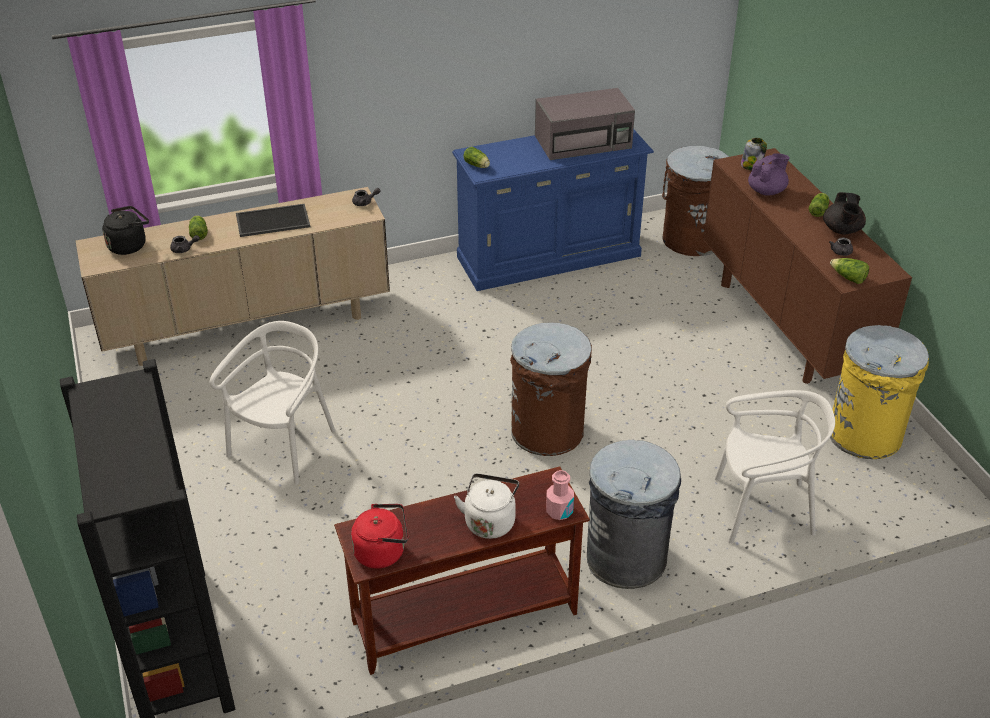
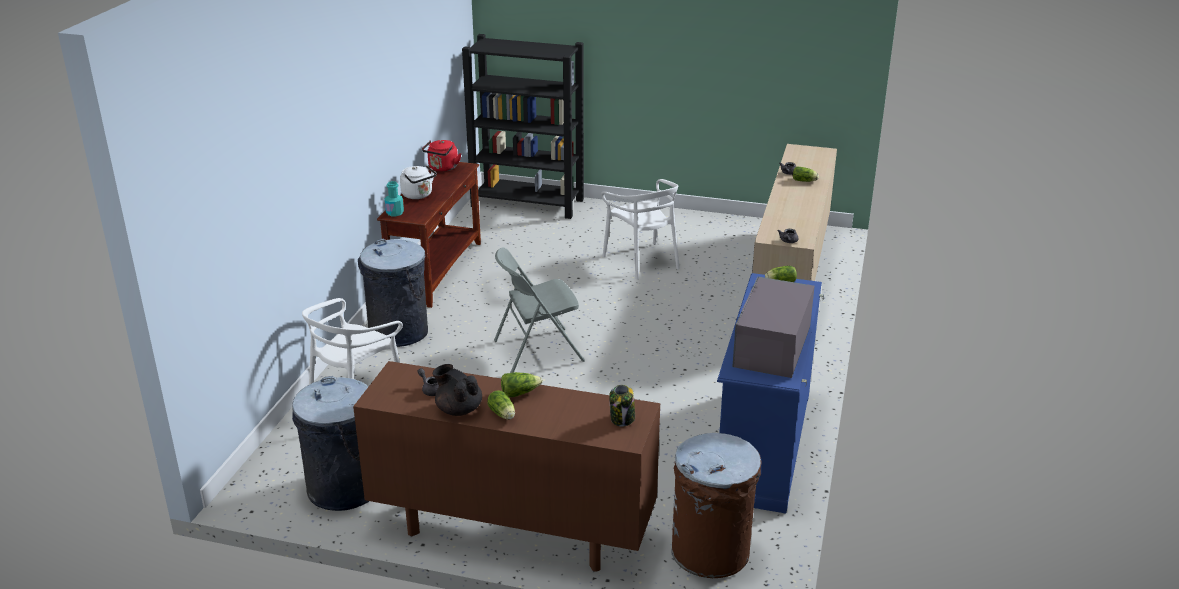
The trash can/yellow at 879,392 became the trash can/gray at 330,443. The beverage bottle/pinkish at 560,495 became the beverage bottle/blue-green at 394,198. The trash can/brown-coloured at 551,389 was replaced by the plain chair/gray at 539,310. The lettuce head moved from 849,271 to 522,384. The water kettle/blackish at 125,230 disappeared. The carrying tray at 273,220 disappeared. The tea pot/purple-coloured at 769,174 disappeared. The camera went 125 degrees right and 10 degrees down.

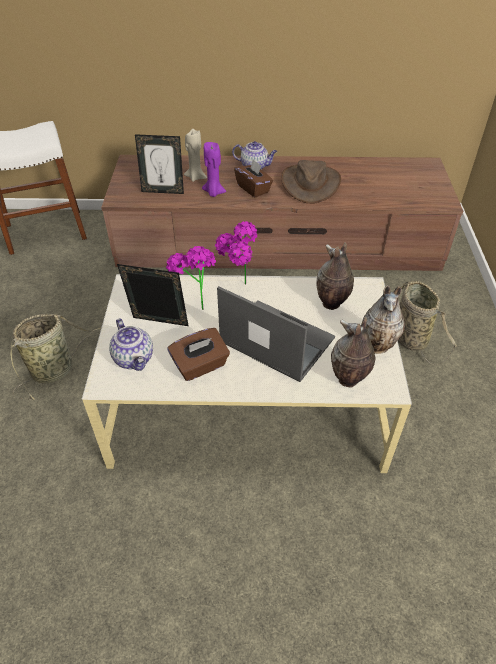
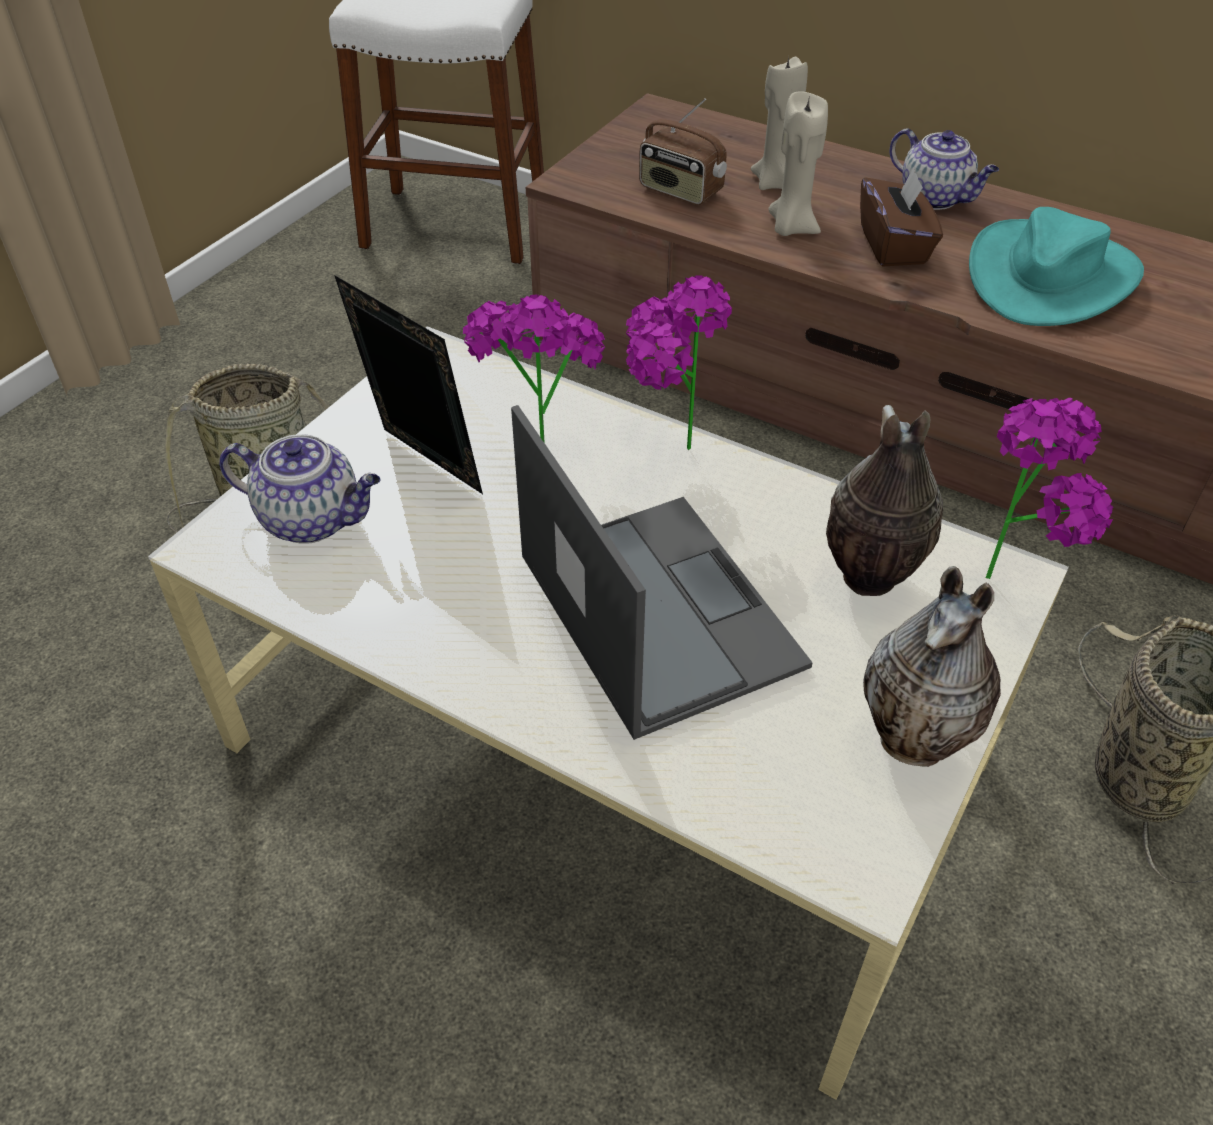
The tea pot at 131,344 turned 75 degrees counterclockwise. The standing frame at 159,164 was replaced by the radio at 683,151. The candle/purple-coloured at 214,169 became the candle/beige-coloured at 798,163. The hat/brown-coloured at 311,182 became the hat/blue-green at 1056,266. The plant in a pot at 1049,488 appeared. The tissue box/brown-coloured at 199,354 disappeared. The flower vase at 353,352 disappeared. The camera went 30 degrees right and 0 degrees up.

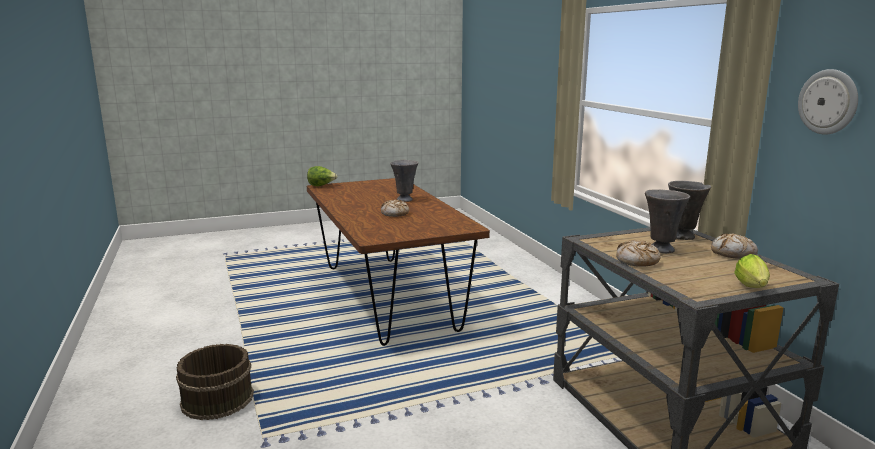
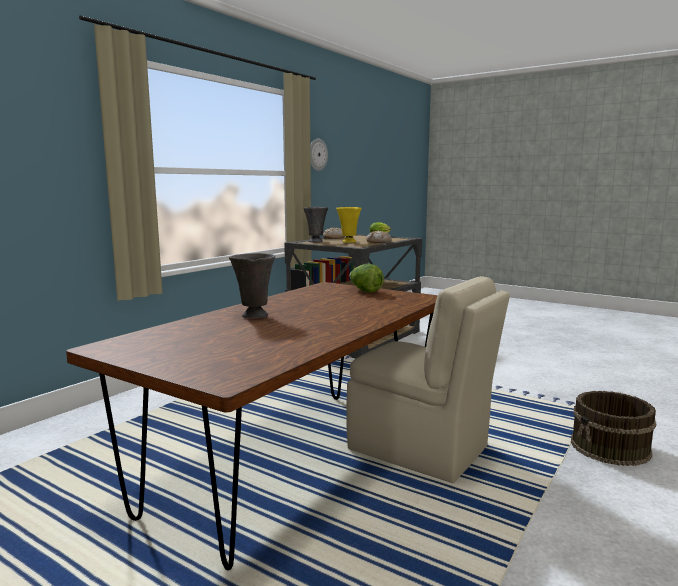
The flower vase/gray at 667,221 became the flower vase/yellow at 349,225. The plain chair/beige-coloured at 428,379 appeared. The lettuce head moved from 322,176 to 366,278. The baked bread at 395,208 disappeared. The camera went 125 degrees left and 5 degrees down.

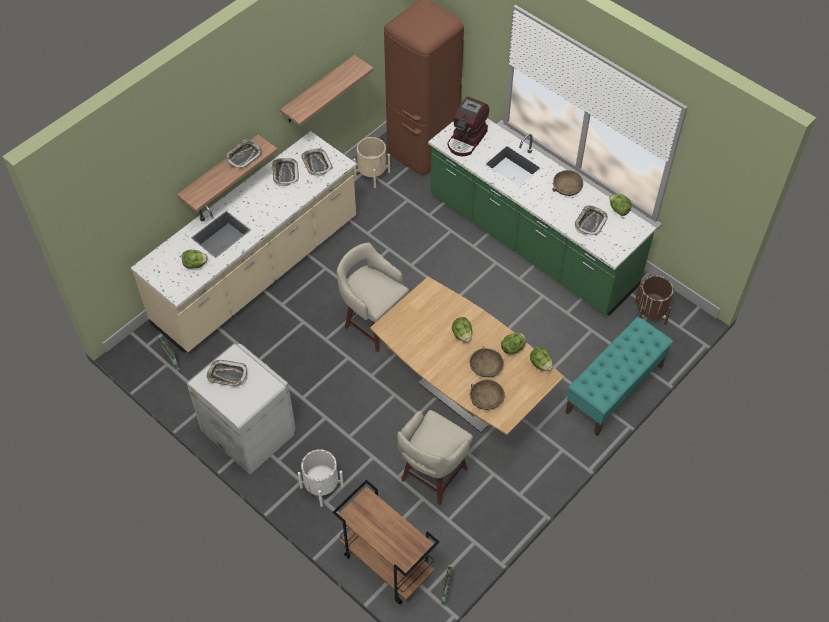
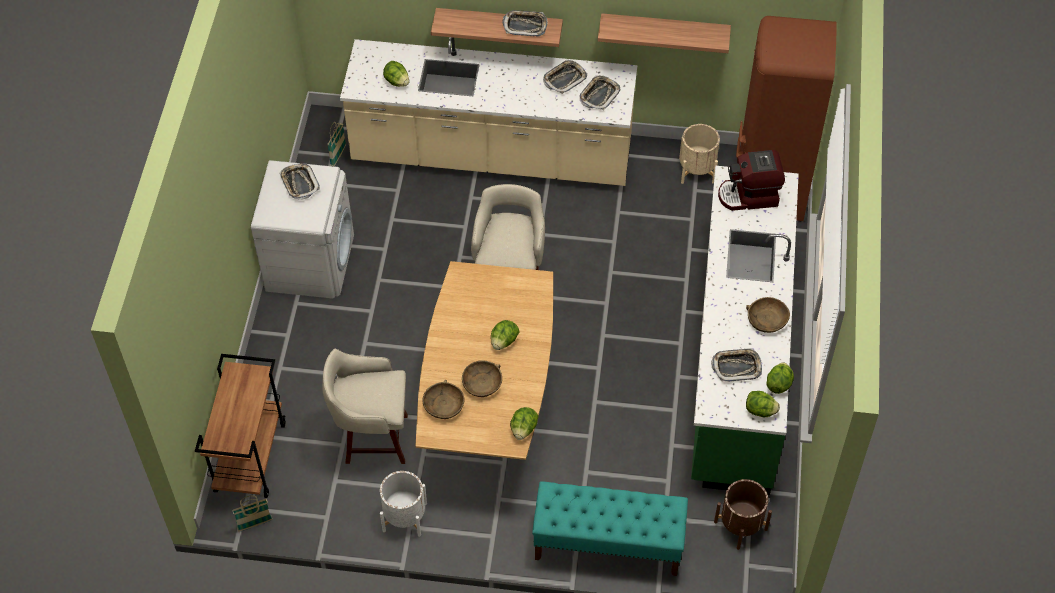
The plant pot/whitish moved from 321,478 to 403,504. The lettuce head moved from 513,343 to 763,404. The camera went 55 degrees right and 0 degrees up.

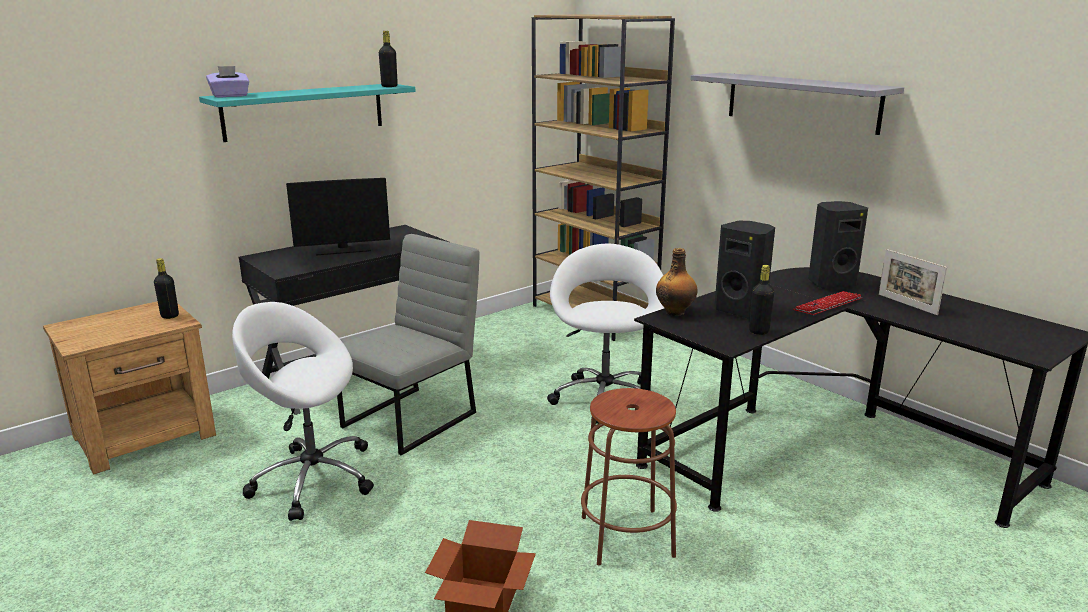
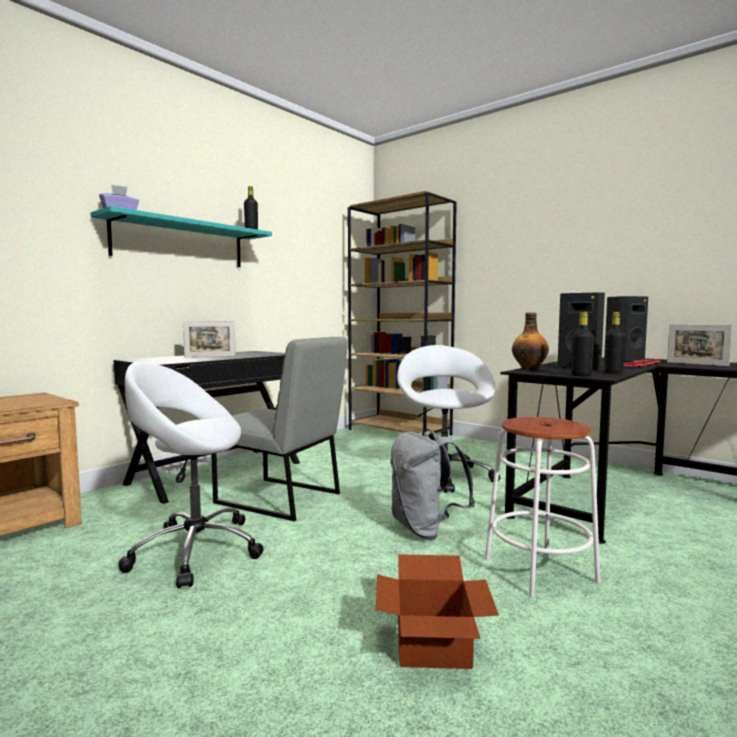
The computer display at 338,216 was replaced by the standing frame at 209,339. The plain chair/gray at 408,344 turned 90 degrees clockwise. The knapsack/gray at 432,484 appeared. The stool/brown-coloured at 629,477 became the stool/whitish at 542,507. The beverage bottle/blackish moved from 166,288 to 582,344. The bracket shelf/gray at 797,104 disappeared. The camera went 10 degrees left and 15 degrees down.

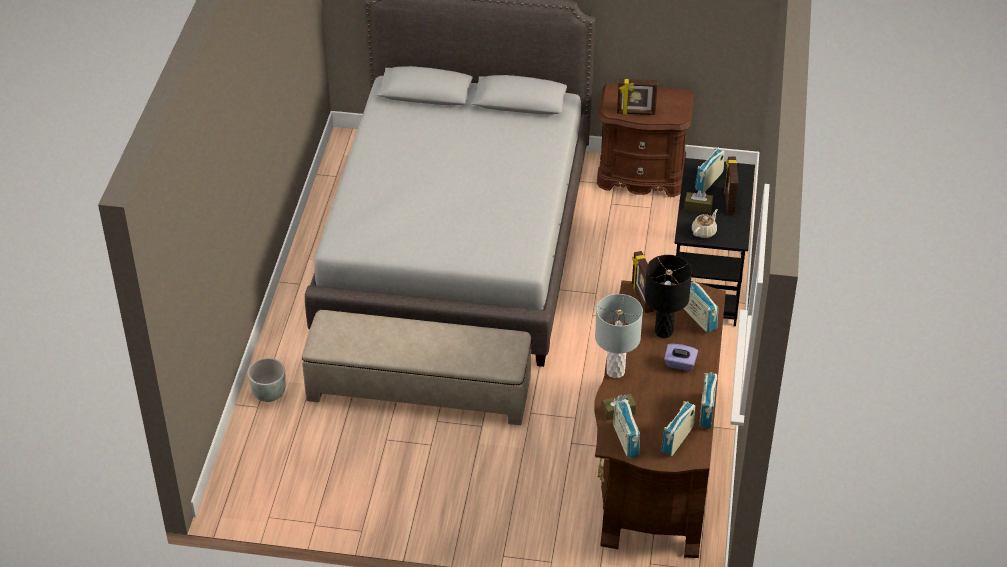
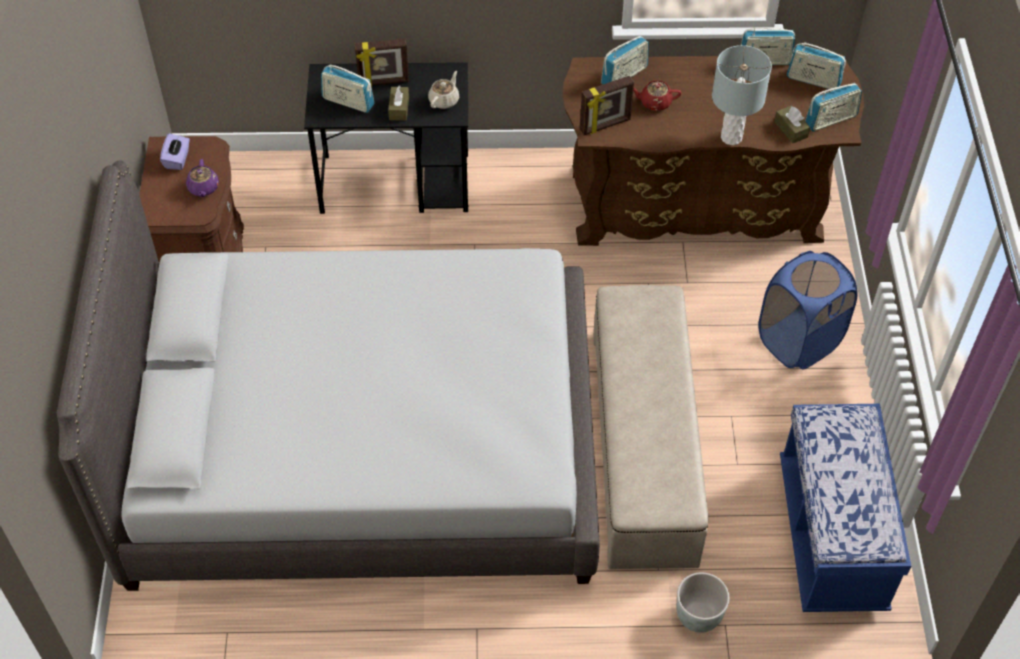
The tissue box/purple-coloured moved from 681,357 to 175,151. The standing frame at 637,97 was replaced by the tea pot/purple-coloured at 202,178. The tea pot/beige-coloured at 705,223 turned 90 degrees clockwise. The lamp for a table/blackish at 668,296 was replaced by the tea pot/red-coloured at 657,95. The hamper/bluish at 808,310 appeared. The bench/bluish at 845,508 appeared. The camera went 100 degrees left and 10 degrees up.

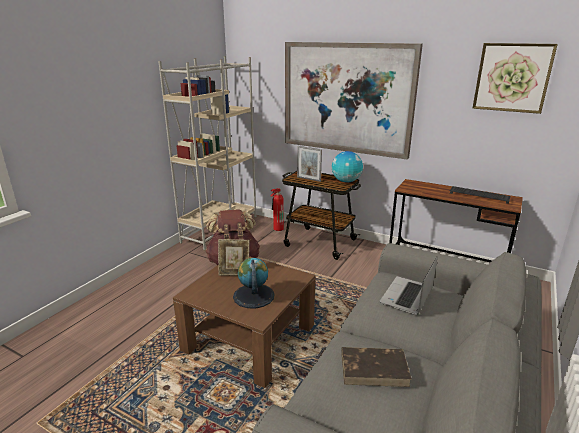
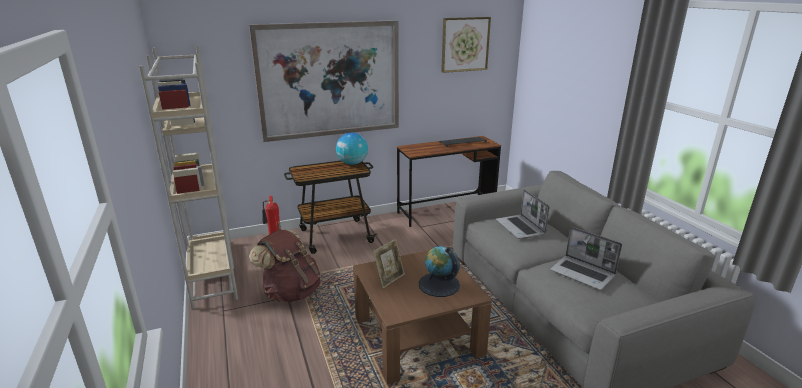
The volume/brown-coloured at 376,367 was replaced by the portable computer at 586,258. The standing frame at 309,164 disappeared. The camera went 50 degrees left and 0 degrees up.

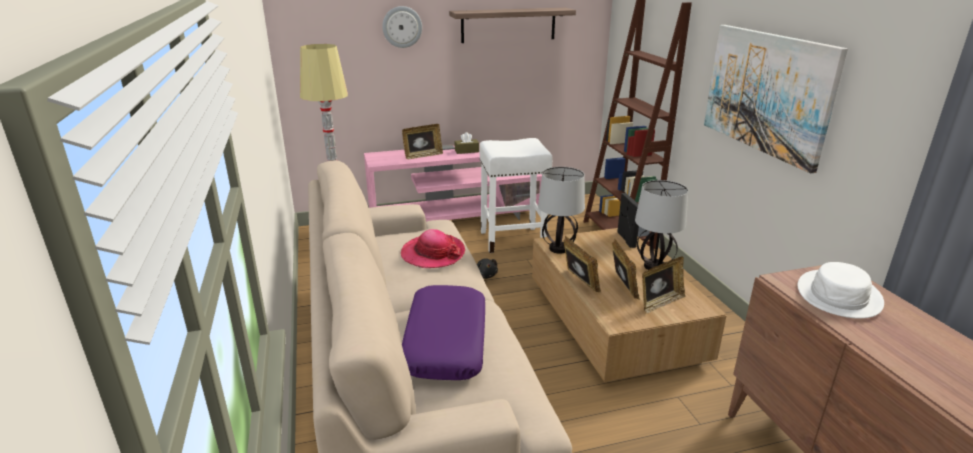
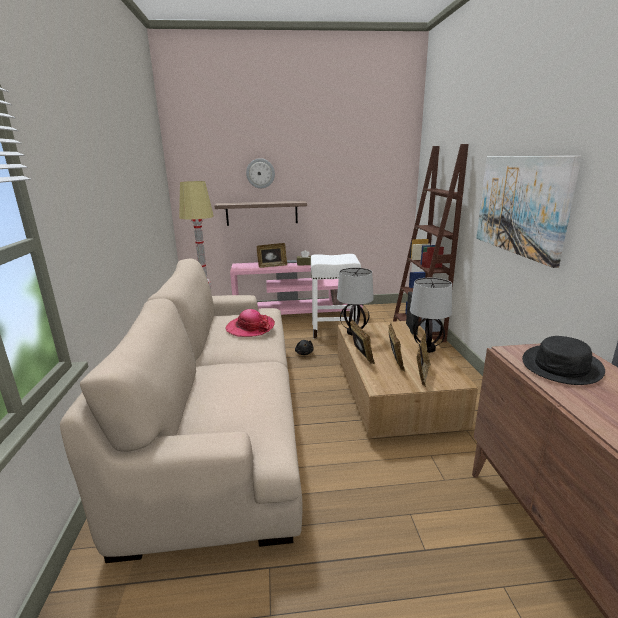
The bracket shelf moved from 512,25 to 261,213. The standing frame at 664,285 turned 45 degrees counterclockwise. The hat/whitish at 841,290 became the hat/blackish at 563,360. The cushion/purple-coloured at 443,332 disappeared. The camera went 10 degrees right and 5 degrees down.

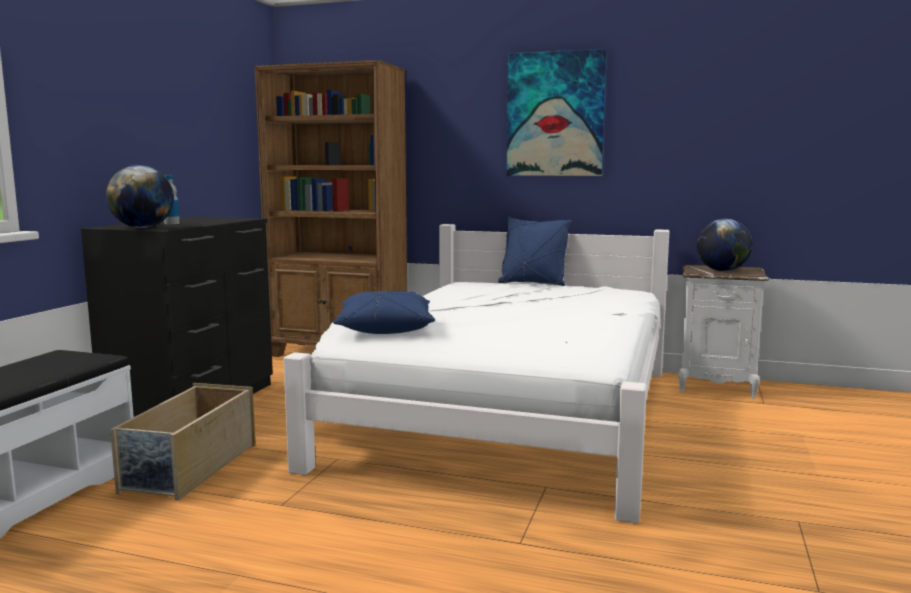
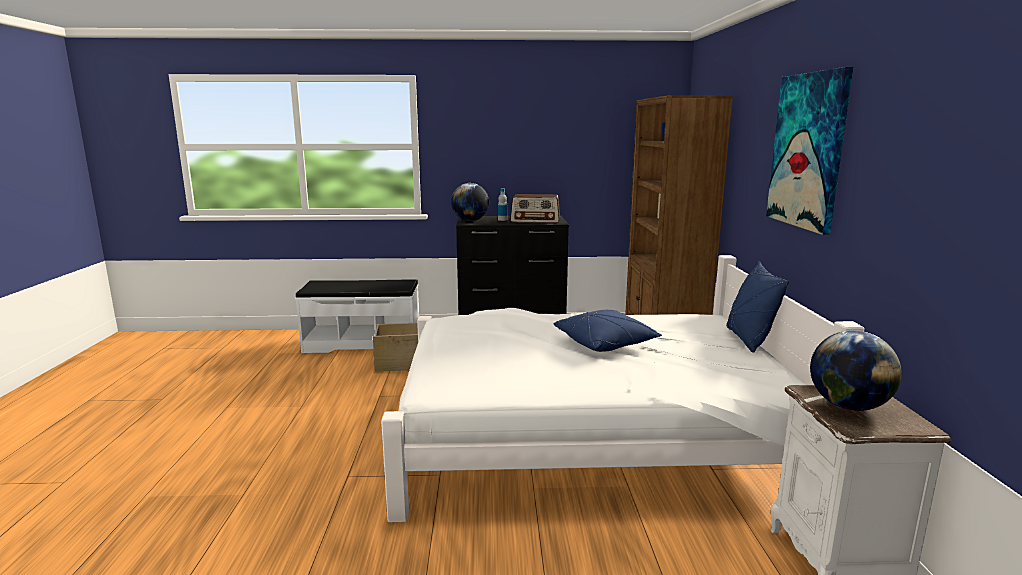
The radio at 535,208 appeared. The cushion/bluish moved from 384,312 to 608,331. The camera went 70 degrees right and 5 degrees up.

